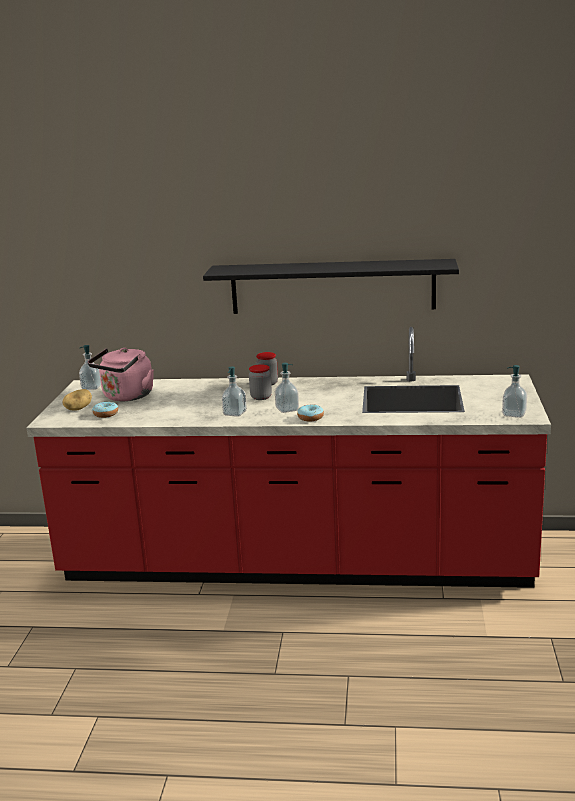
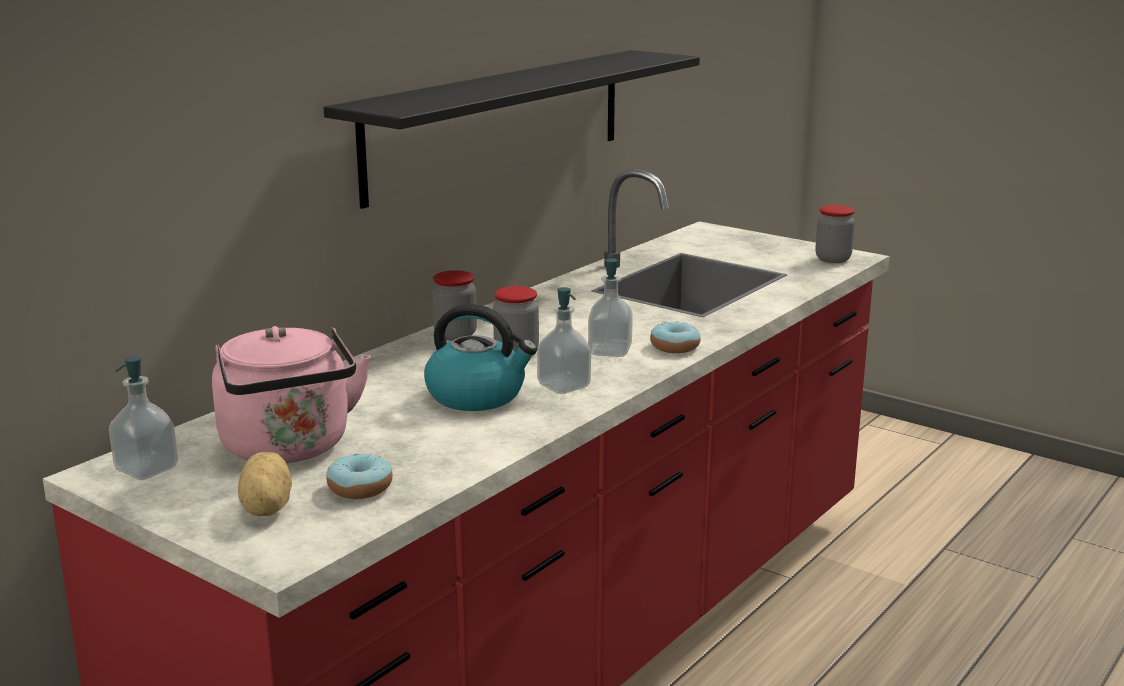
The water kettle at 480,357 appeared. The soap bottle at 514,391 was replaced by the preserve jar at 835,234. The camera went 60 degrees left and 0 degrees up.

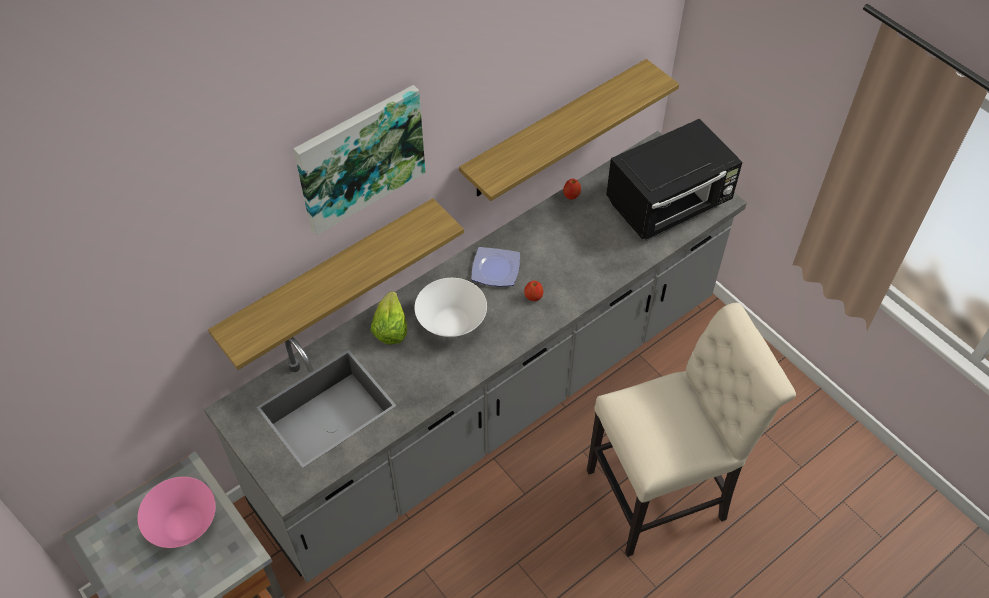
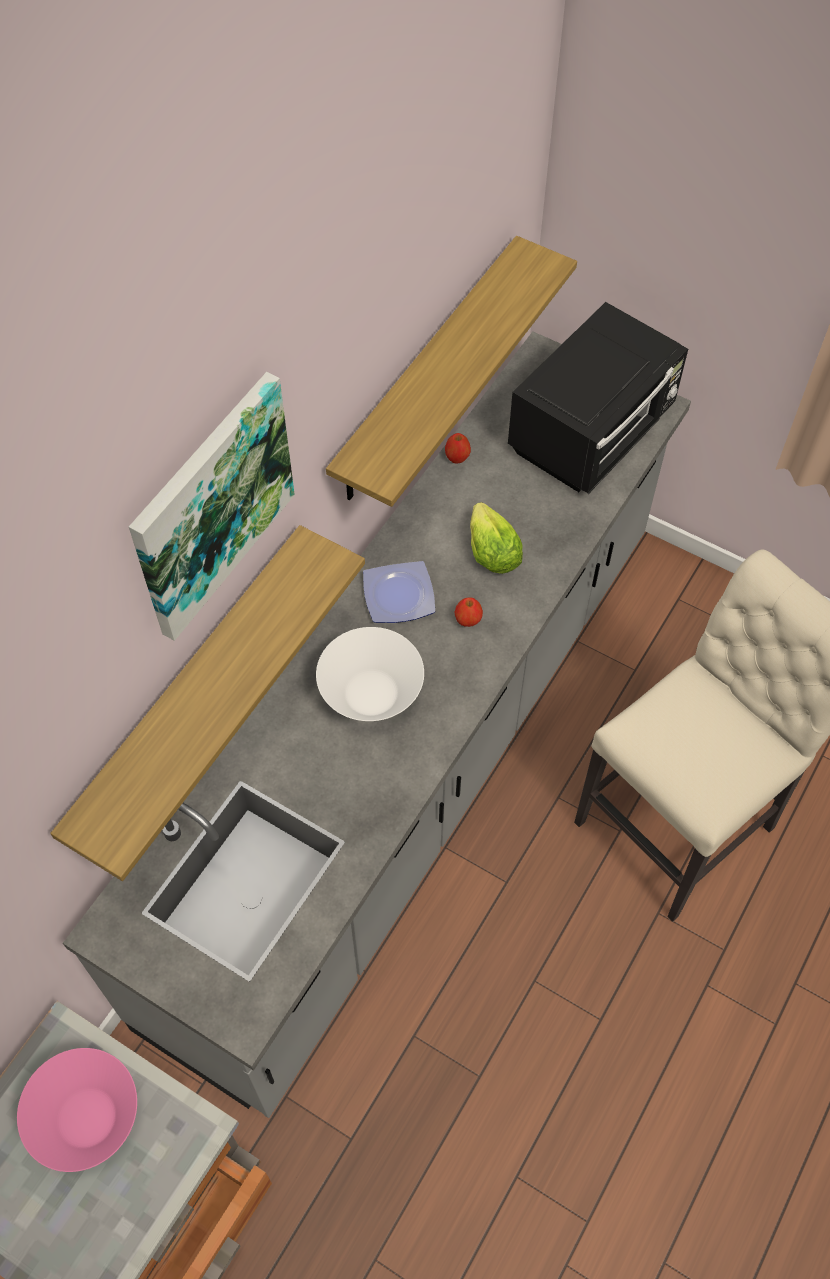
The lettuce head moved from 389,318 to 496,538. The camera went 20 degrees left and 5 degrees up.

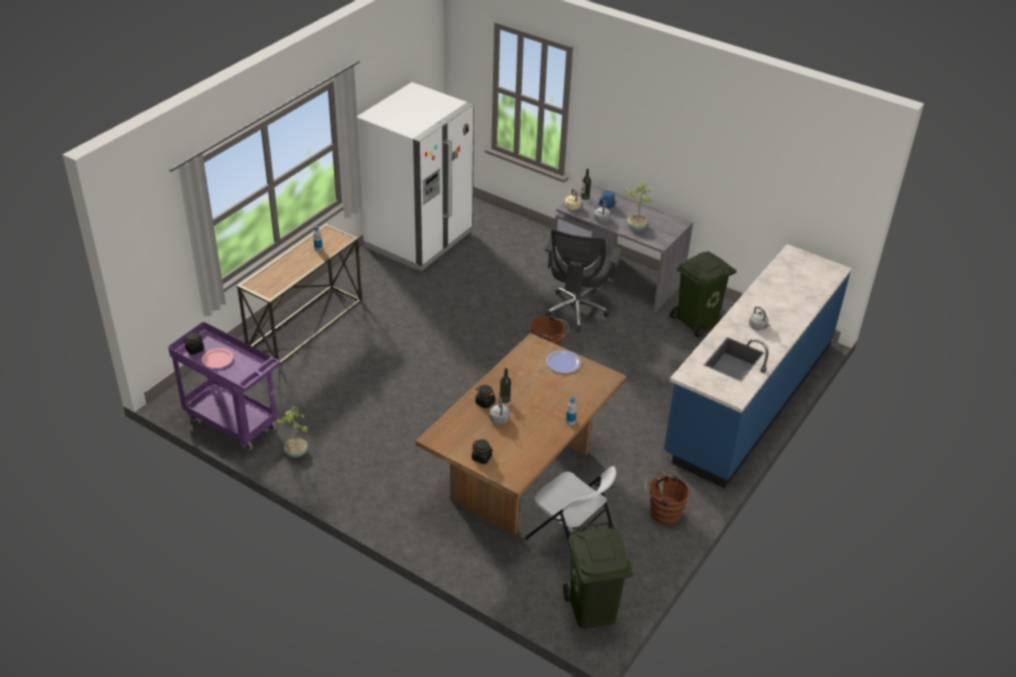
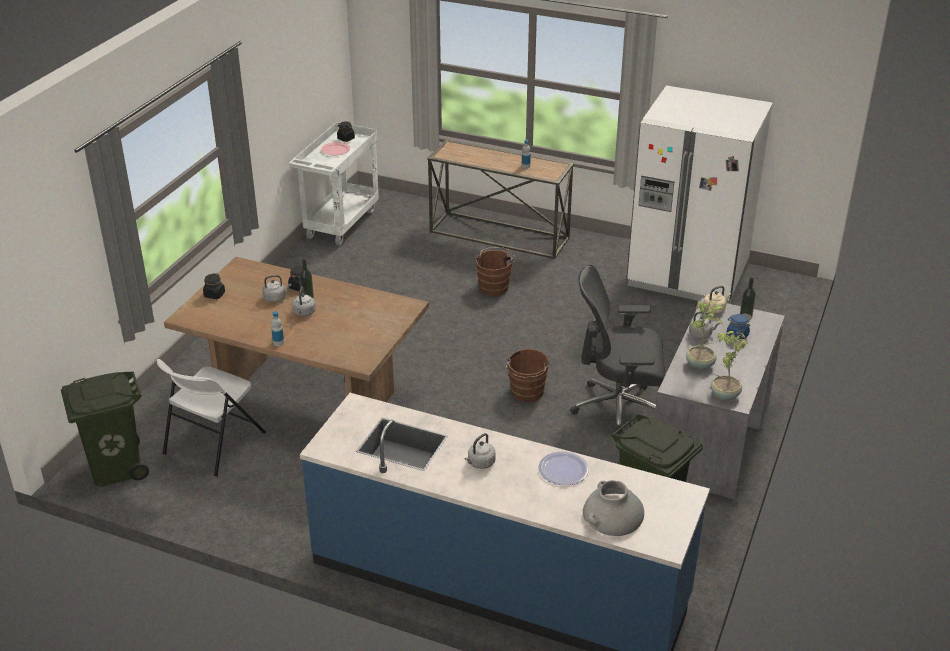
The trolley/purple-coloured at 224,386 became the trolley/whitish at 334,184. The water kettle/gray at 304,301 appeared. The pail/brown-coloured moved from 667,499 to 495,271. The plate moved from 563,361 to 564,468. The flower vase/gray at 613,508 appeared. The plant in a pot moved from 292,432 to 729,365. The camera went 80 degrees right and 5 degrees down.

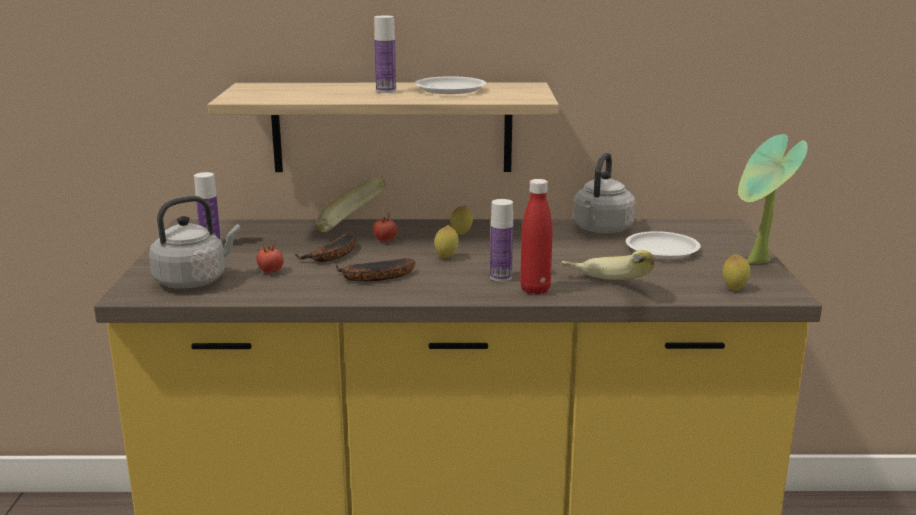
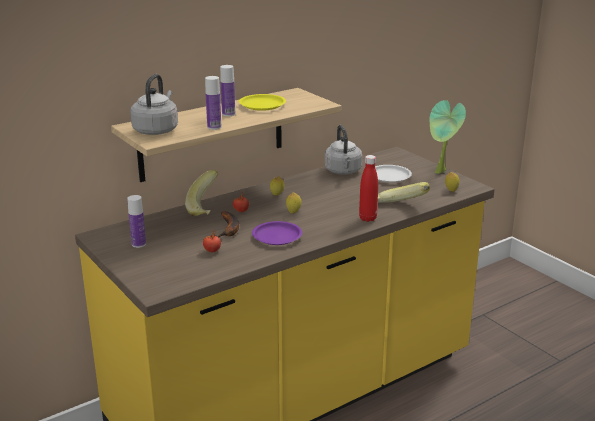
The water kettle/gray moved from 195,242 to 154,104. The beverage bottle moved from 501,240 to 213,103. The plate/whitish at 450,85 became the plate/yellow at 262,102. The banana fruit at 375,269 was replaced by the plate/purple-coloured at 277,233. The camera went 35 degrees left and 5 degrees up.

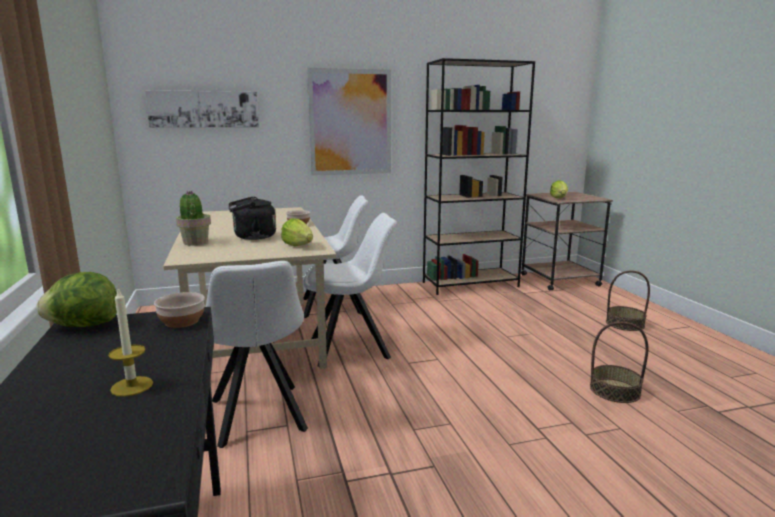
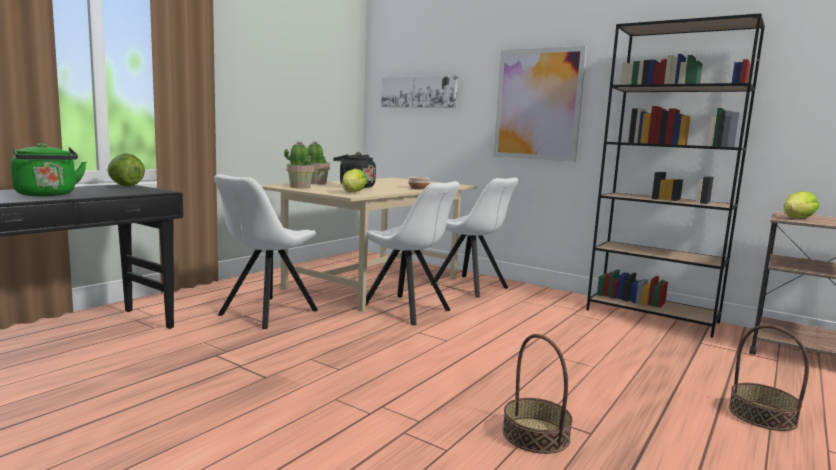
The candle at 130,343 was replaced by the water kettle/greenish at 48,169. The plant in a pot at 299,164 appeared. The bowl at 179,310 disappeared. The camera went 50 degrees right and 5 degrees down.

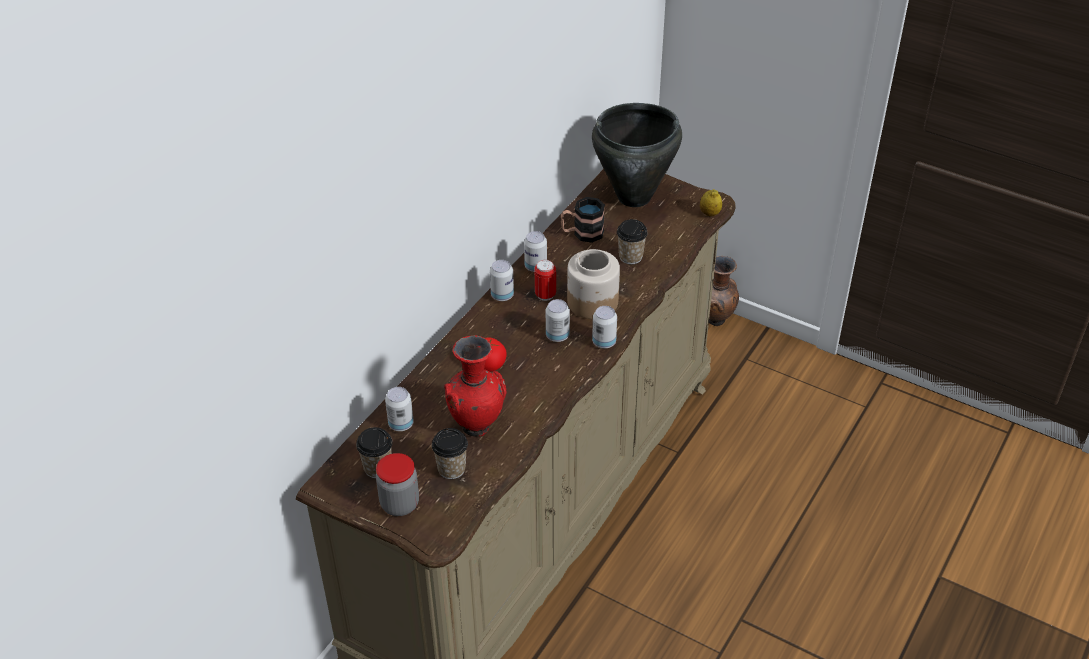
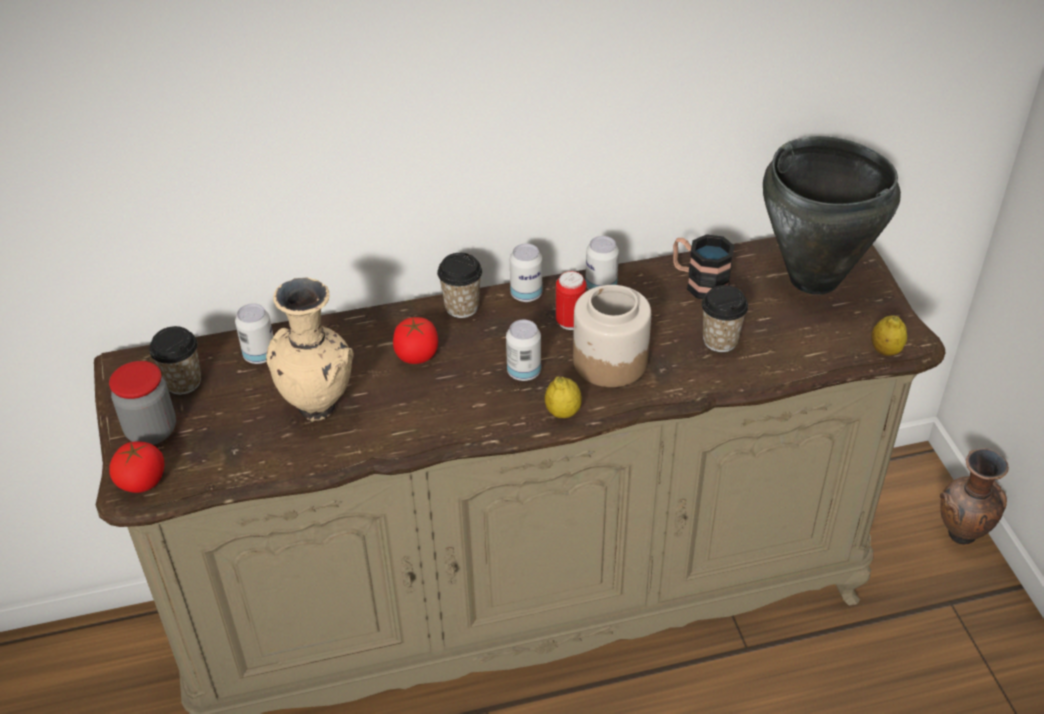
The tomato at 136,467 appeared. The flower vase/red-coloured at 475,386 became the flower vase/beige-coloured at 310,349. The cup moved from 450,453 to 459,285. The sealed can at 604,327 was replaced by the citrus fruit at 563,397. The camera went 45 degrees right and 0 degrees up.

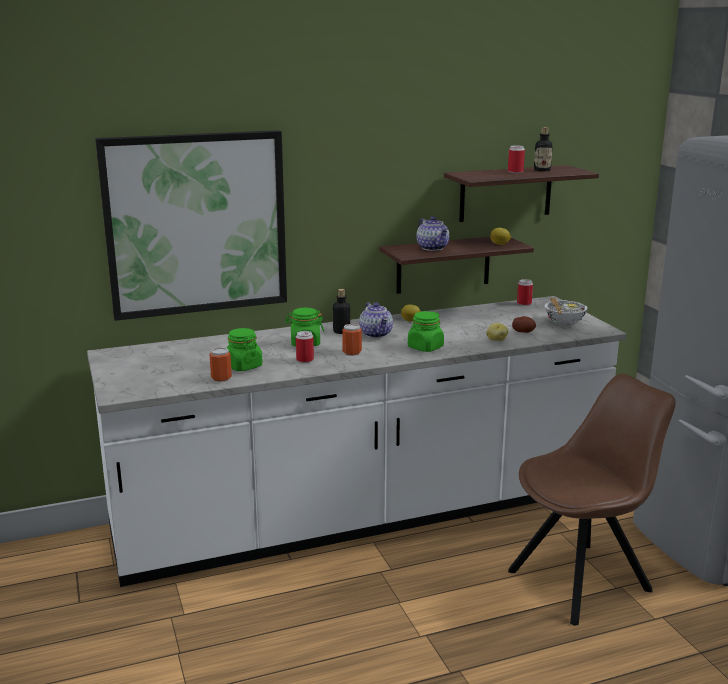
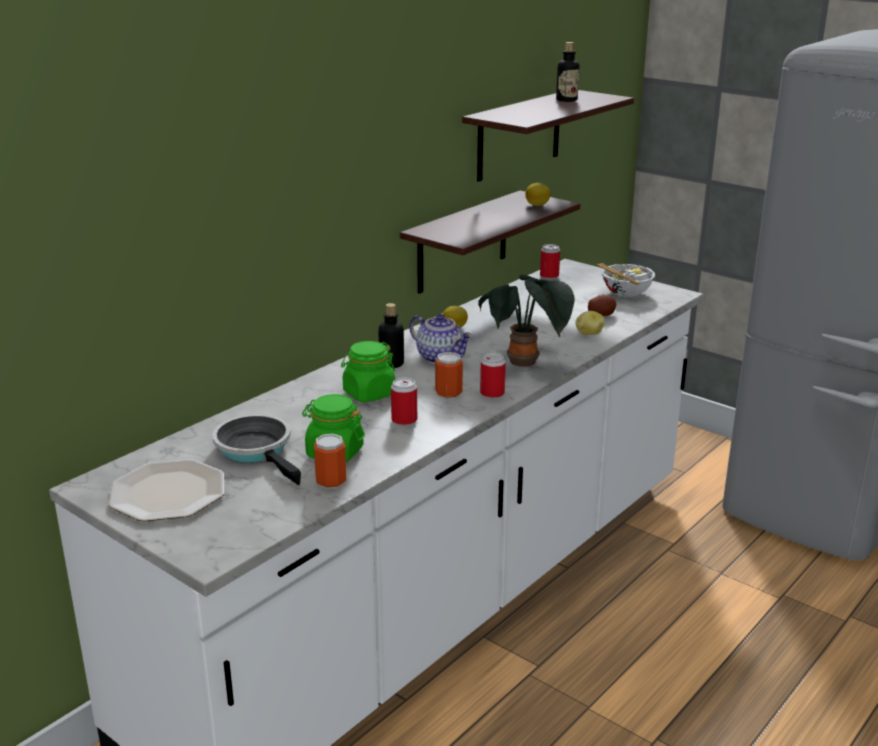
The plate at 166,490 appeared. The skillet at 256,449 appeared. The preserve jar/greenish at 426,331 was replaced by the plant in a pot at 526,321. The sealed can moved from 516,159 to 493,375. The wall picture at 191,225 disappeared. The tea pot at 432,233 disappeared. The plain chair/brown-coloured at 592,499 disappeared. The camera went 30 degrees left and 5 degrees up.

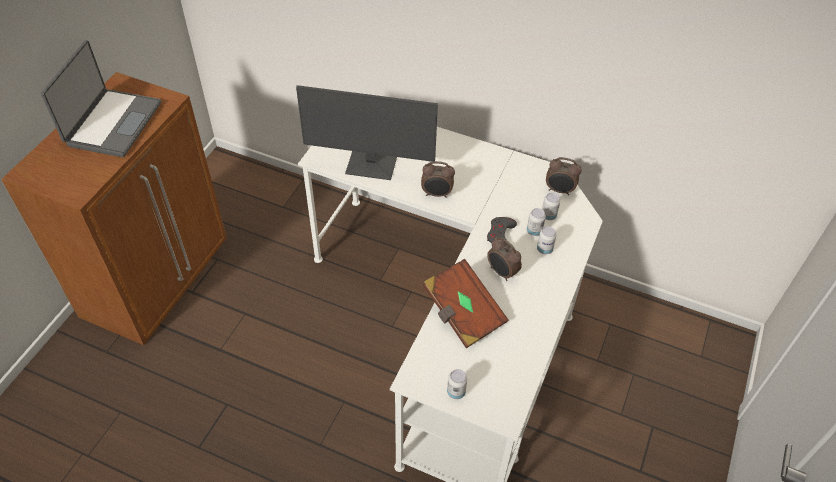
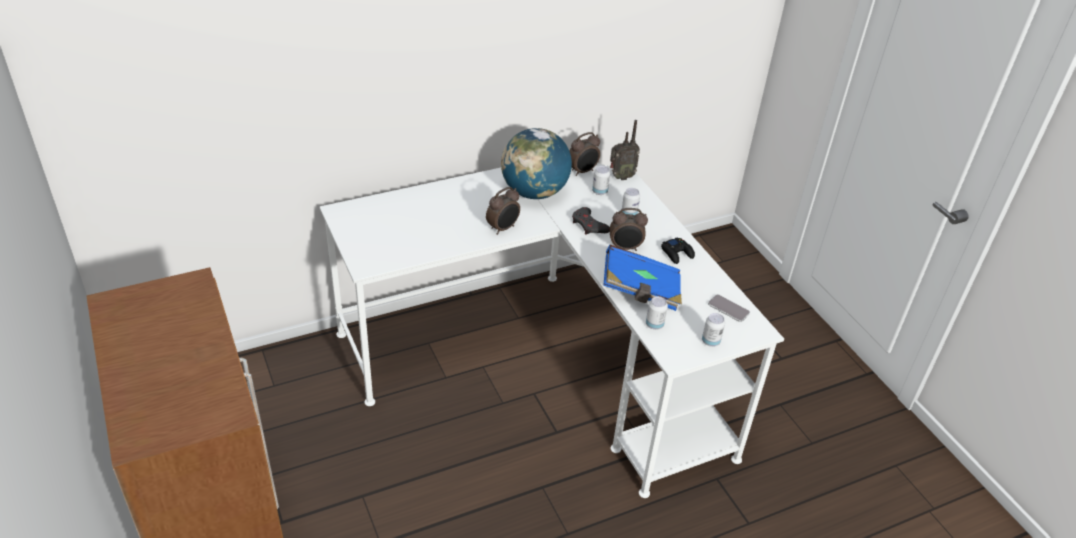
The world globe at 536,163 appeared. The volume/brown-coloured at 466,303 became the volume/bluish at 642,278. The radio at 625,150 appeared. The sealed can moved from 536,222 to 657,313. The gamepad/blackish at 678,250 appeared. The telephone at 729,308 appeared. The portable computer at 101,98 disappeared. The computer display at 367,132 disappeared. The camera went 50 degrees left and 10 degrees down.

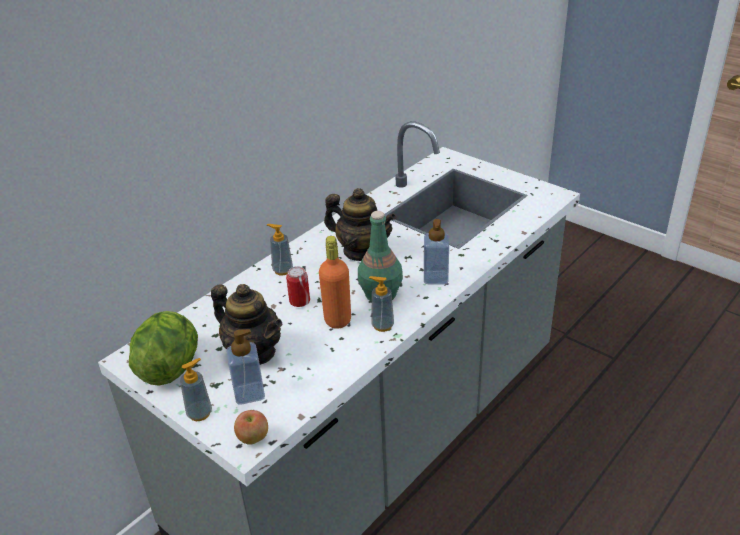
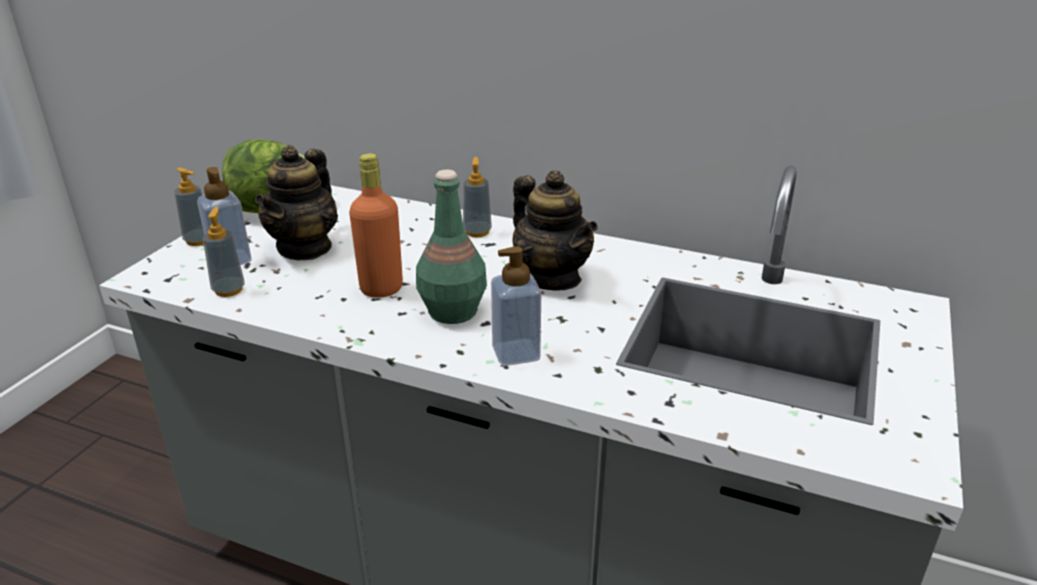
The soap bottle moved from 381,304 to 224,252. The tea pot at 360,224 turned 45 degrees counterclockwise. The apple at 251,427 disappeared. The sealed can at 298,286 disappeared. The camera went 70 degrees right and 5 degrees down.

